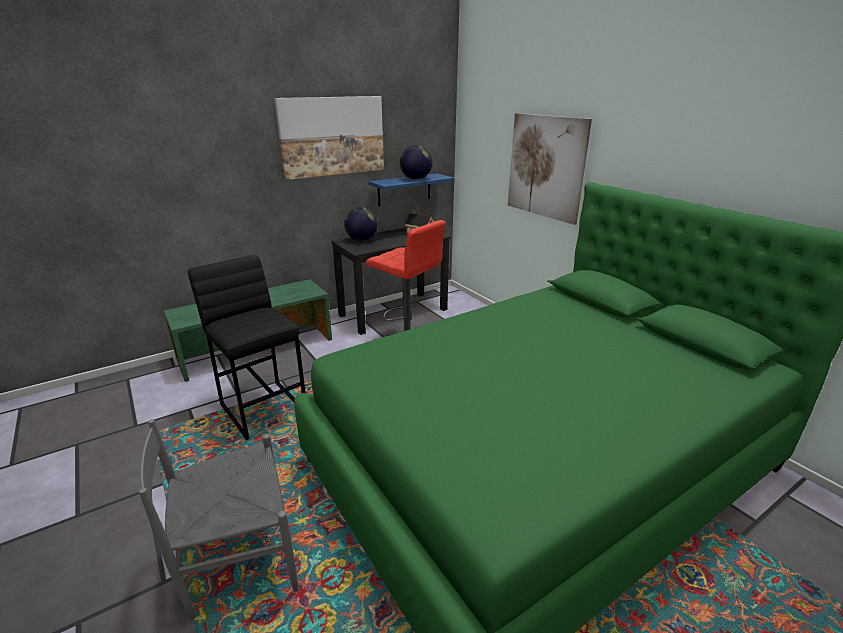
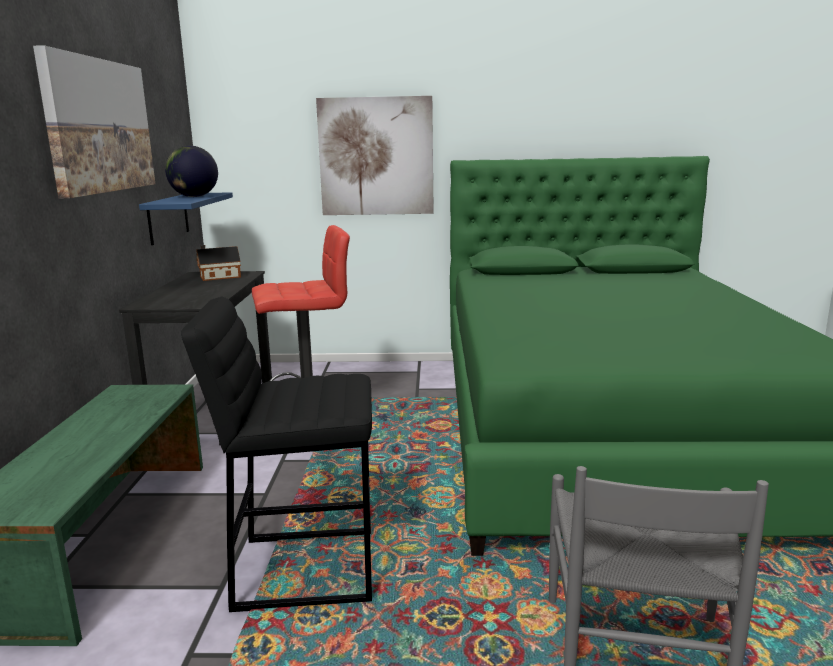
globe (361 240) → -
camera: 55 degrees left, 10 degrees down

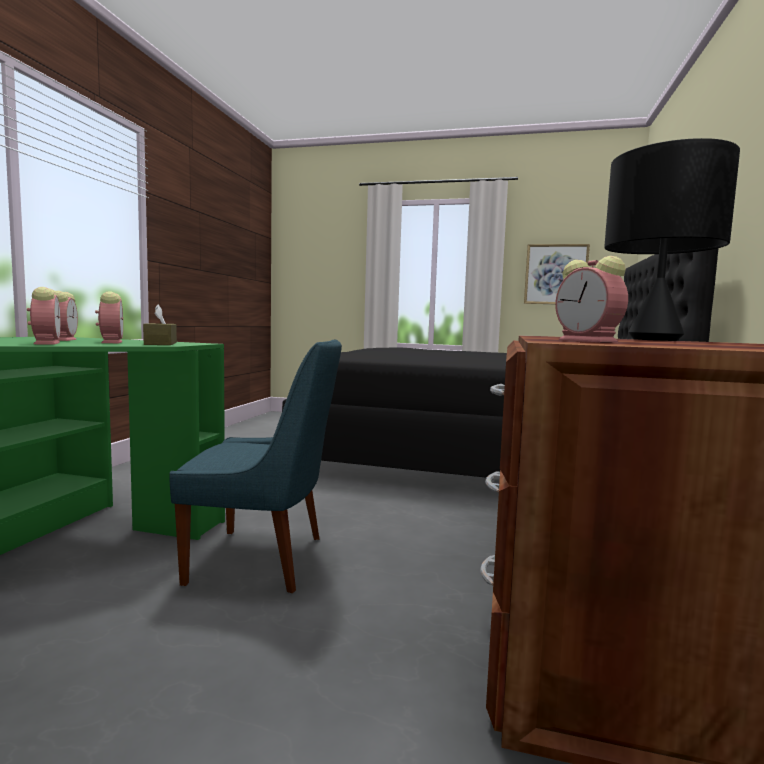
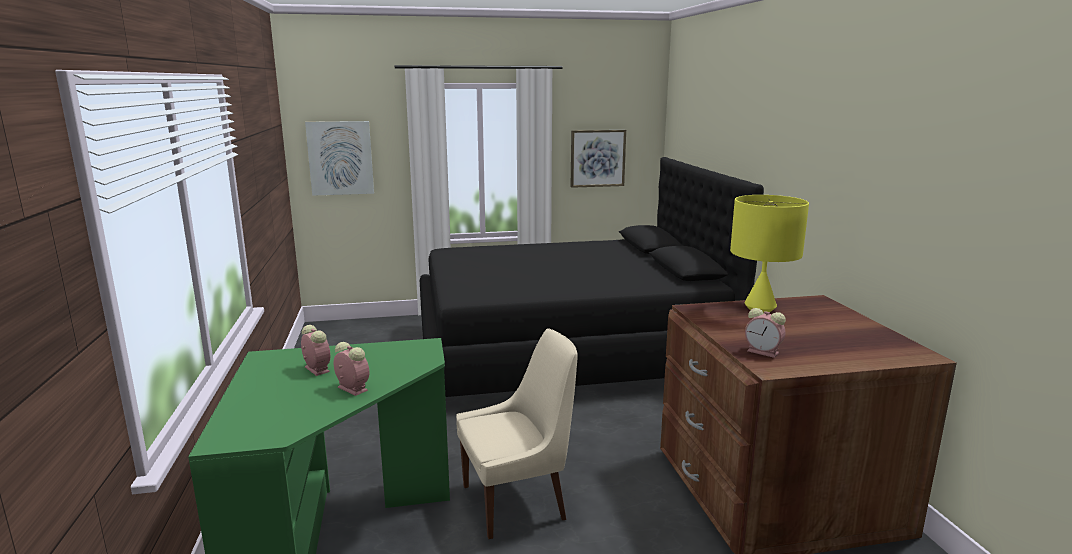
- → picture (340 158)
blue chair (263 560) → beige chair (518 501)
black table lamp (655 340) → yellow table lamp (760 308)
alarm clock (111 342) → -
brown tissue box (161 344) → -
camera: 25 degrees left, 10 degrees up

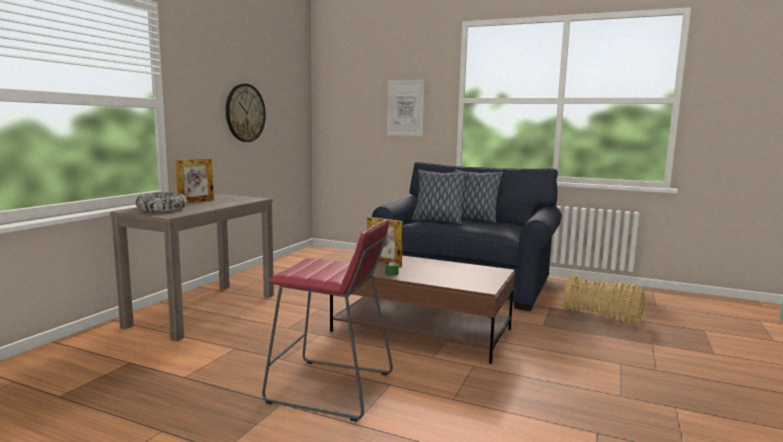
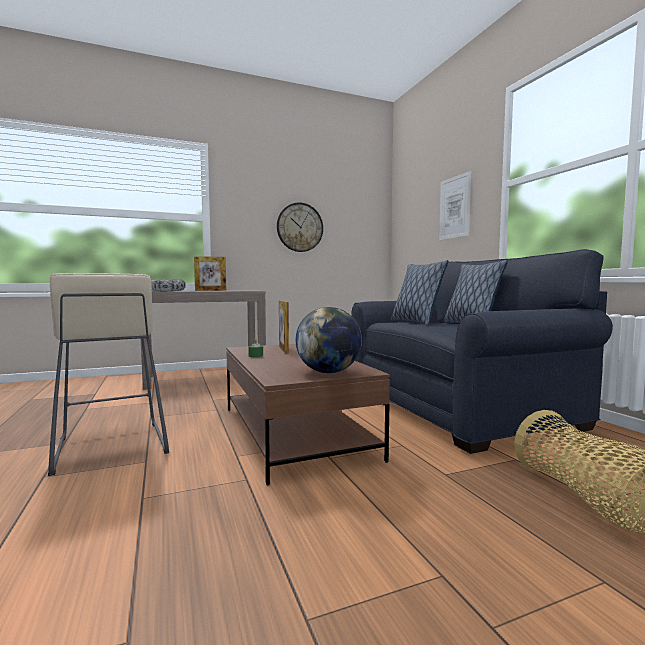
red stool (331 388) → beige stool (111 446)
- → globe (328 372)
camera: 45 degrees right, 5 degrees down

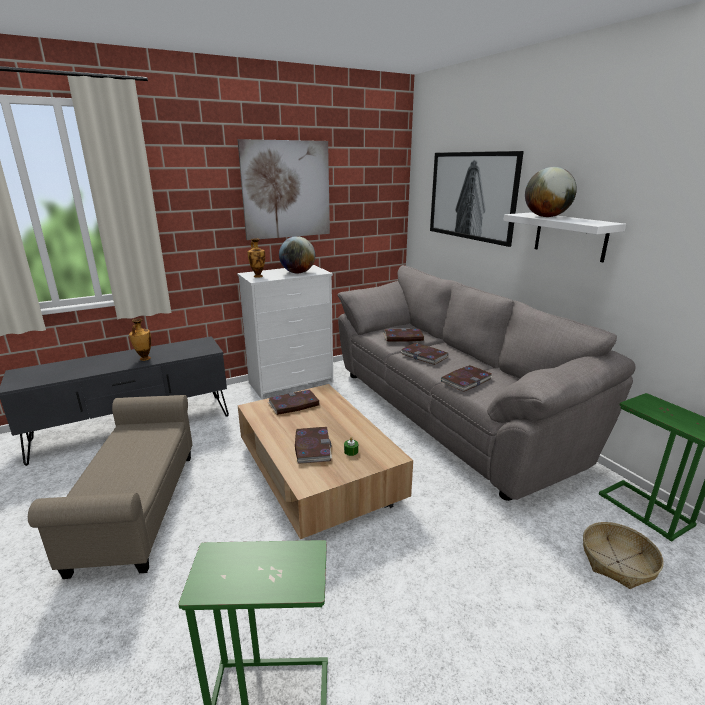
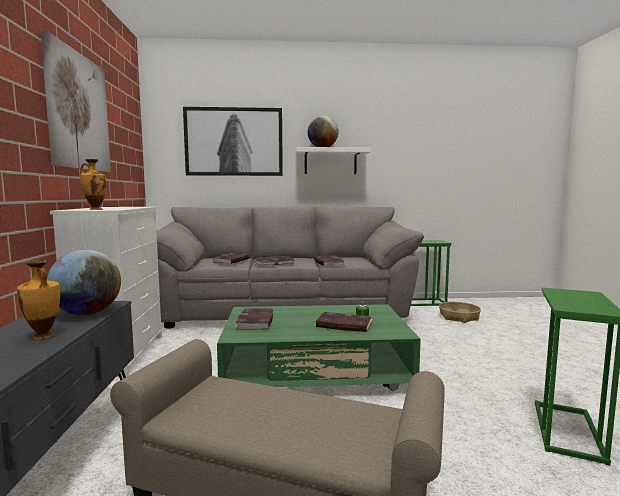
globe (298 272) → globe (87 313), relocated
brown coffee table (318 473) → green coffee table (315 371)
camera: 65 degrees left, 15 degrees down

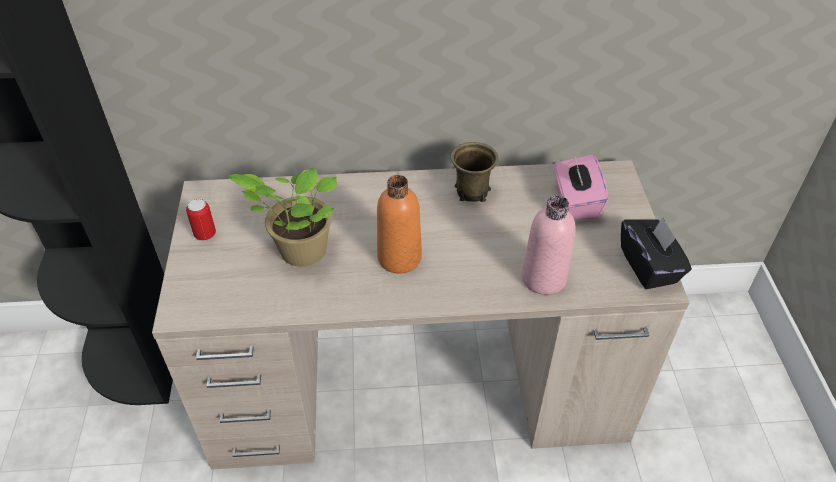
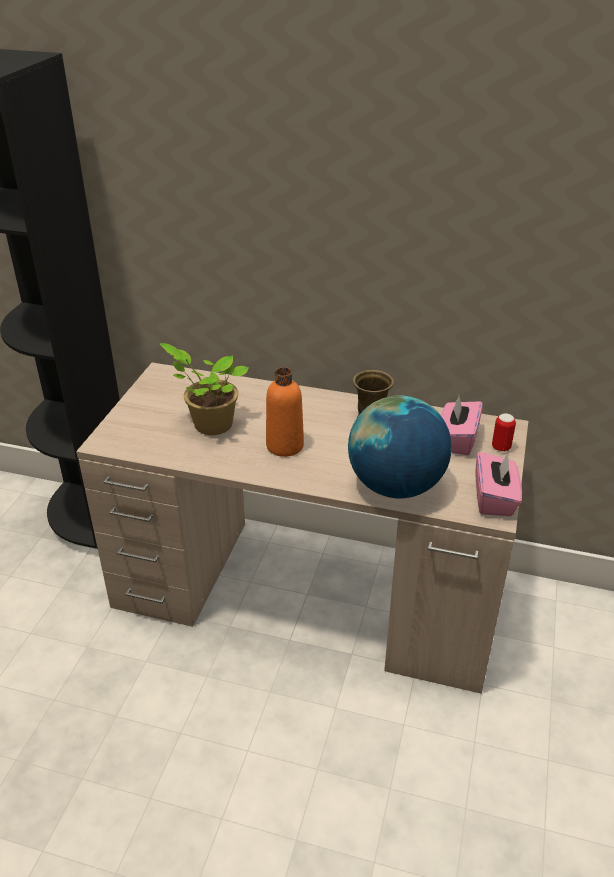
pink bottle (544 278) → globe (395 486)
black tissue box (649 266) → pink tissue box (494 499)
can (205 235) → can (501 447), relocated
camera: 20 degrees right, 10 degrees down

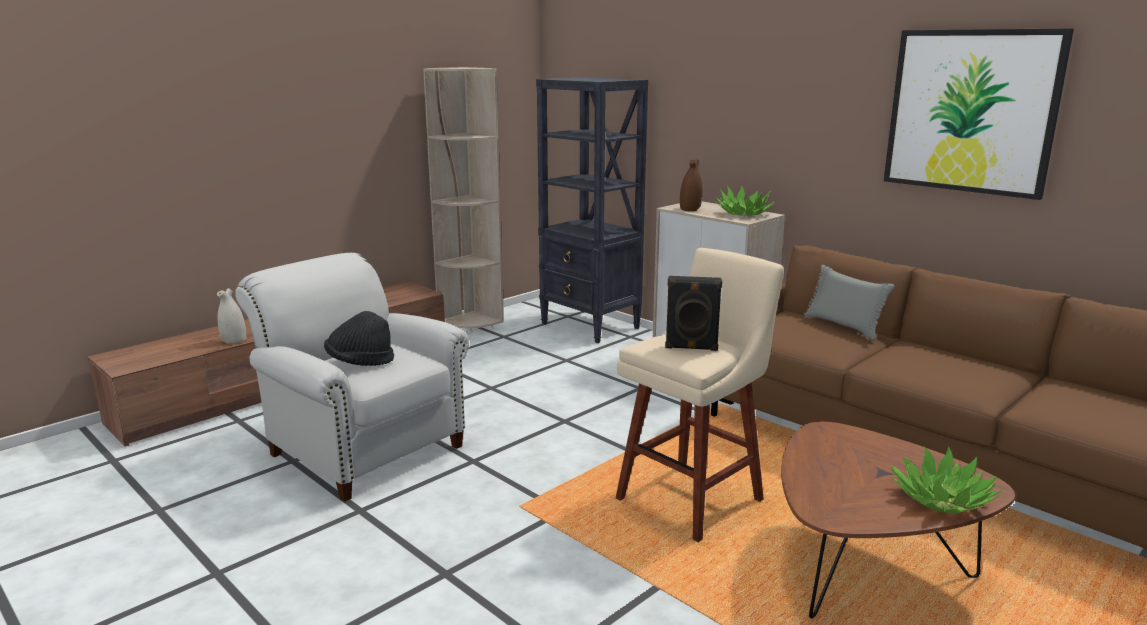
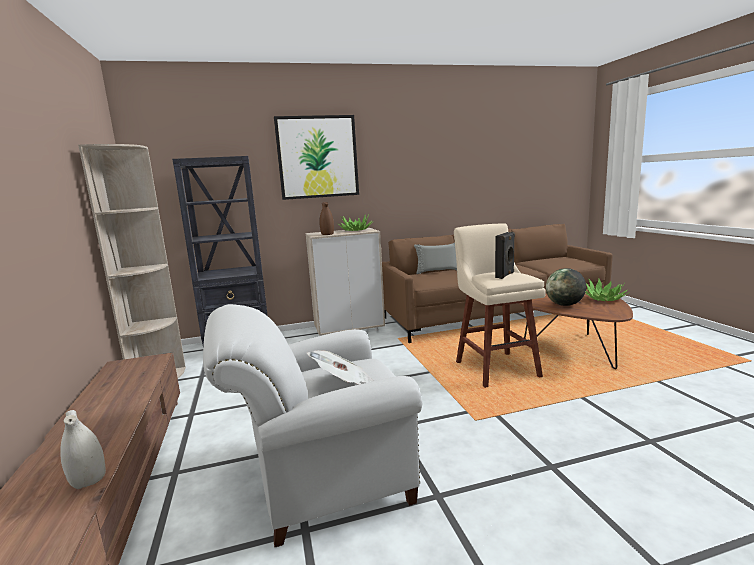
picture (971 111) → picture (317 157), relocated
black hat (360 362) → newspaper (344 384)
- → globe (564 305)
camera: 60 degrees left, 5 degrees down

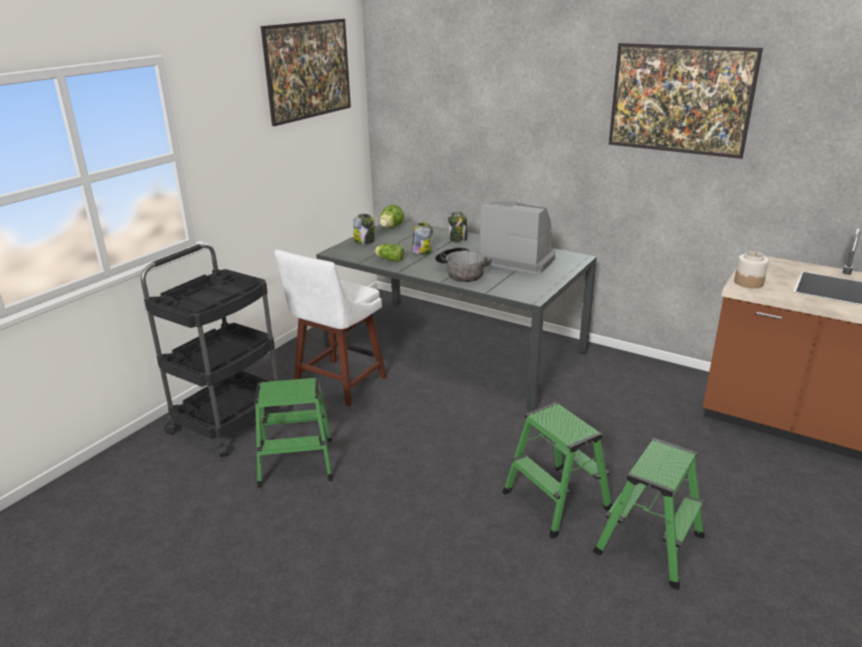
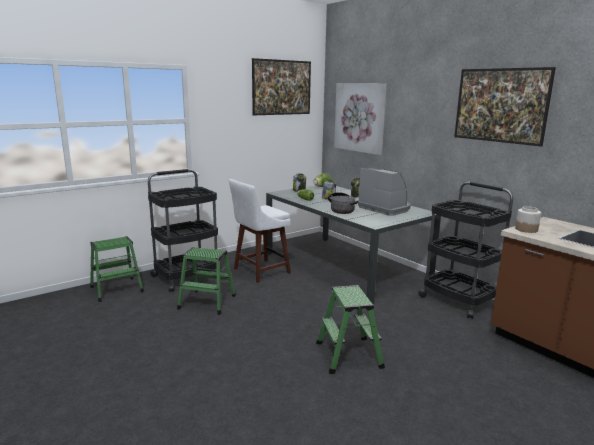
green step ladder (649 543) → green step ladder (117 289), relocated
- → picture (359 117)
- → black cart (458 300)
camera: 20 degrees right, 10 degrees down

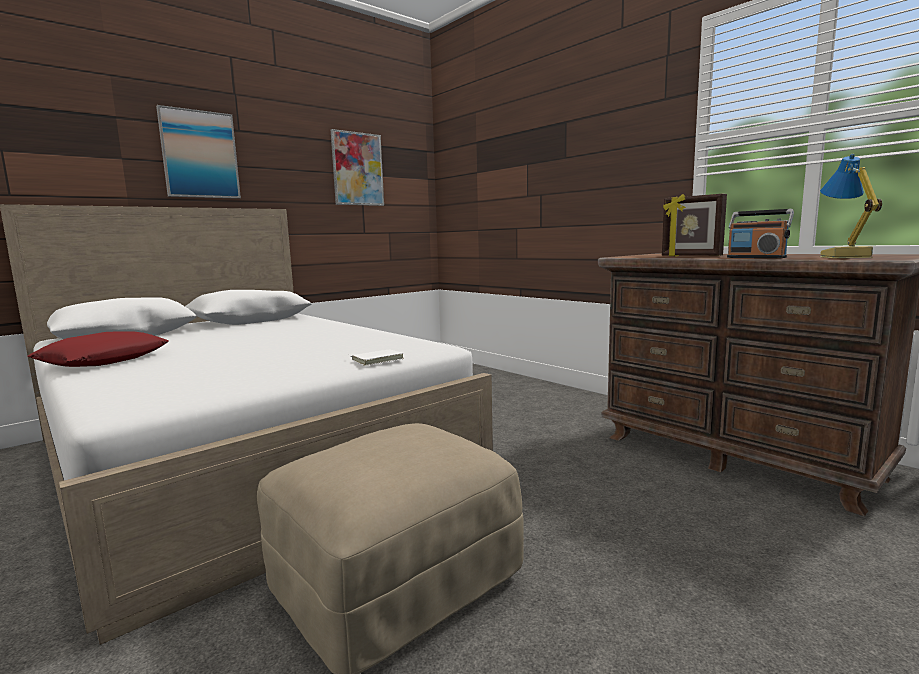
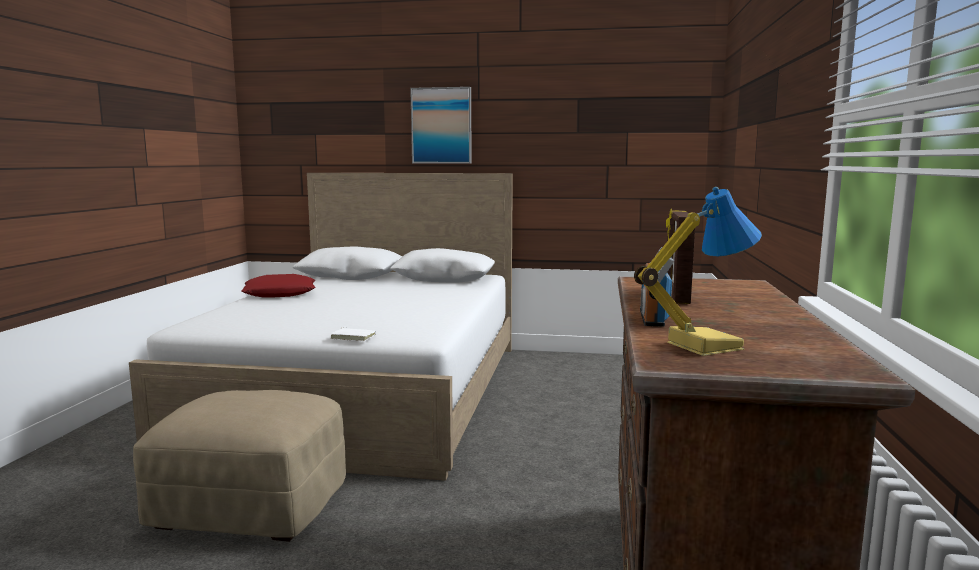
picture (357 169) → -
camera: 50 degrees right, 0 degrees up

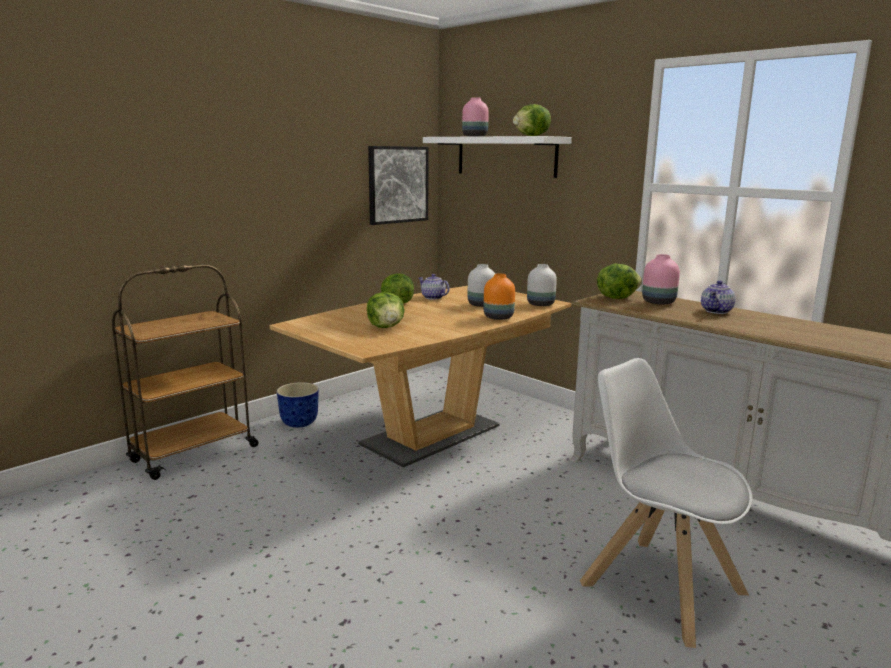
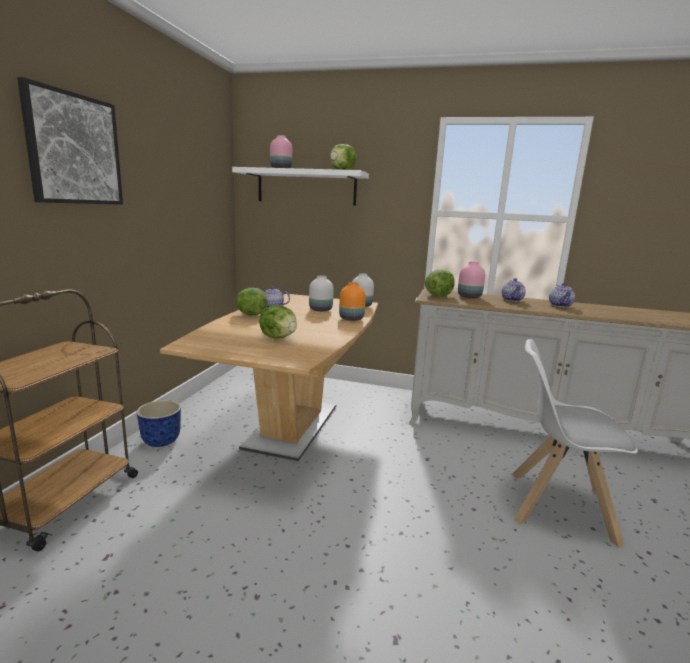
picture (398 184) → picture (74 149), relocated
- → teapot (560 305)
camera: 30 degrees left, 0 degrees up

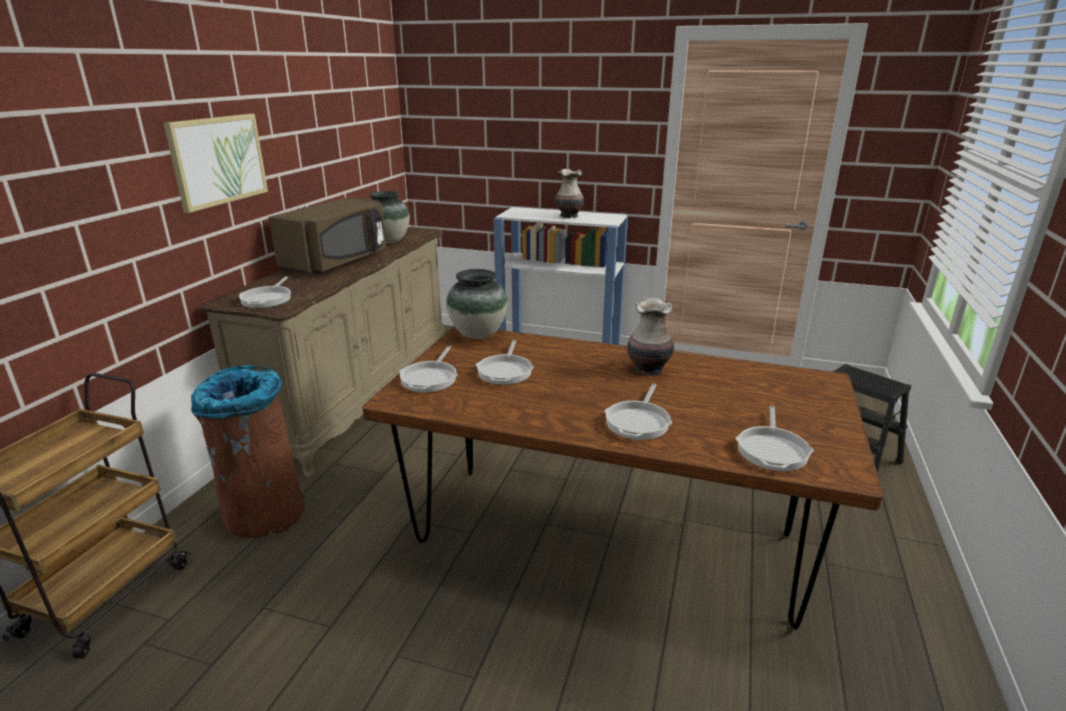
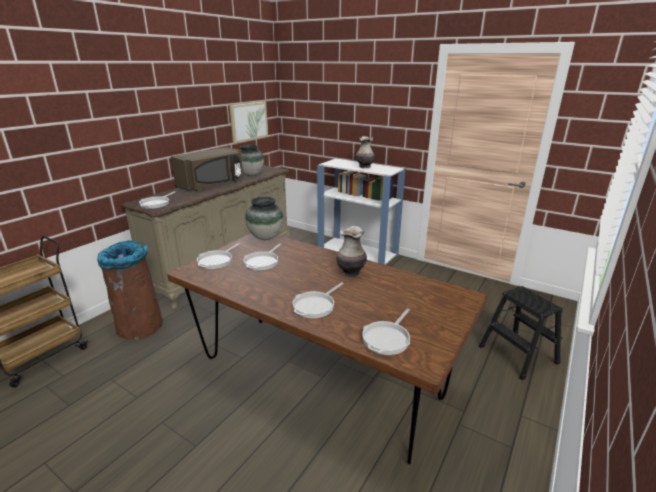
picture (218 160) → picture (248 121), relocated
camera: 15 degrees right, 0 degrees up

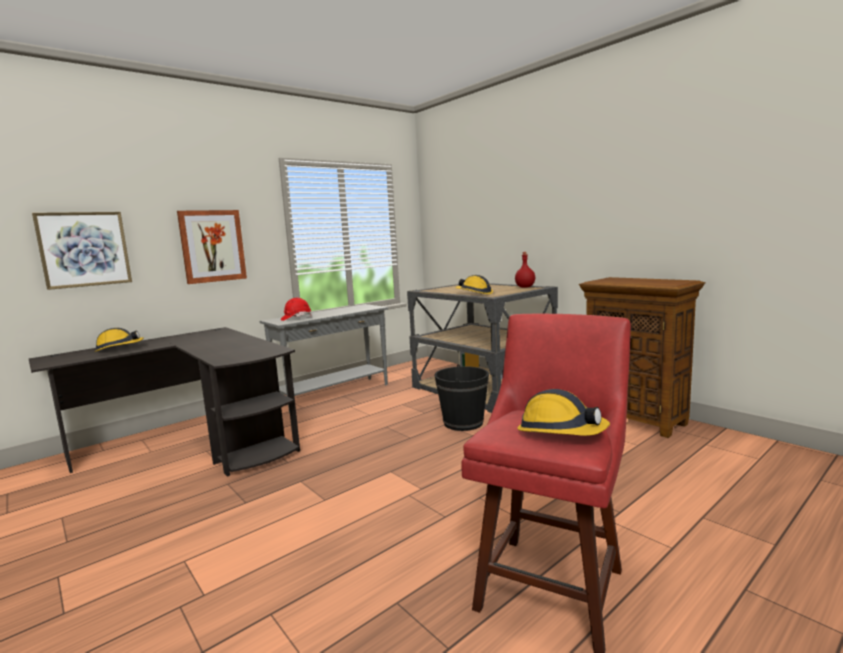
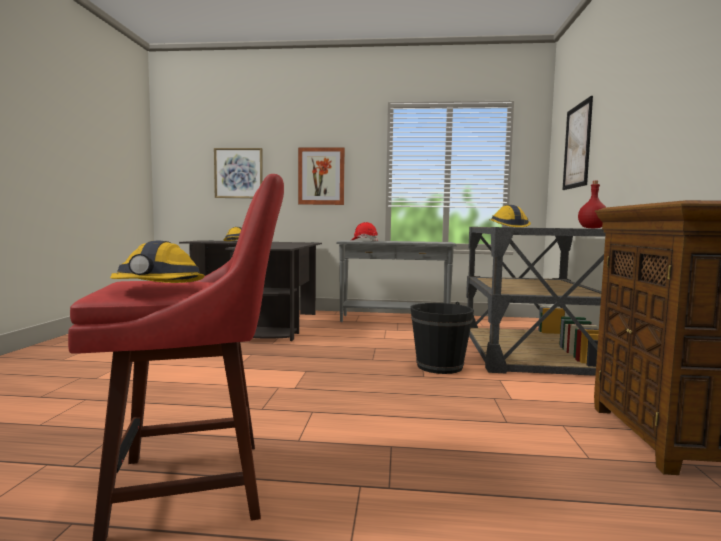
- → picture (577 146)
camera: 45 degrees right, 5 degrees down

